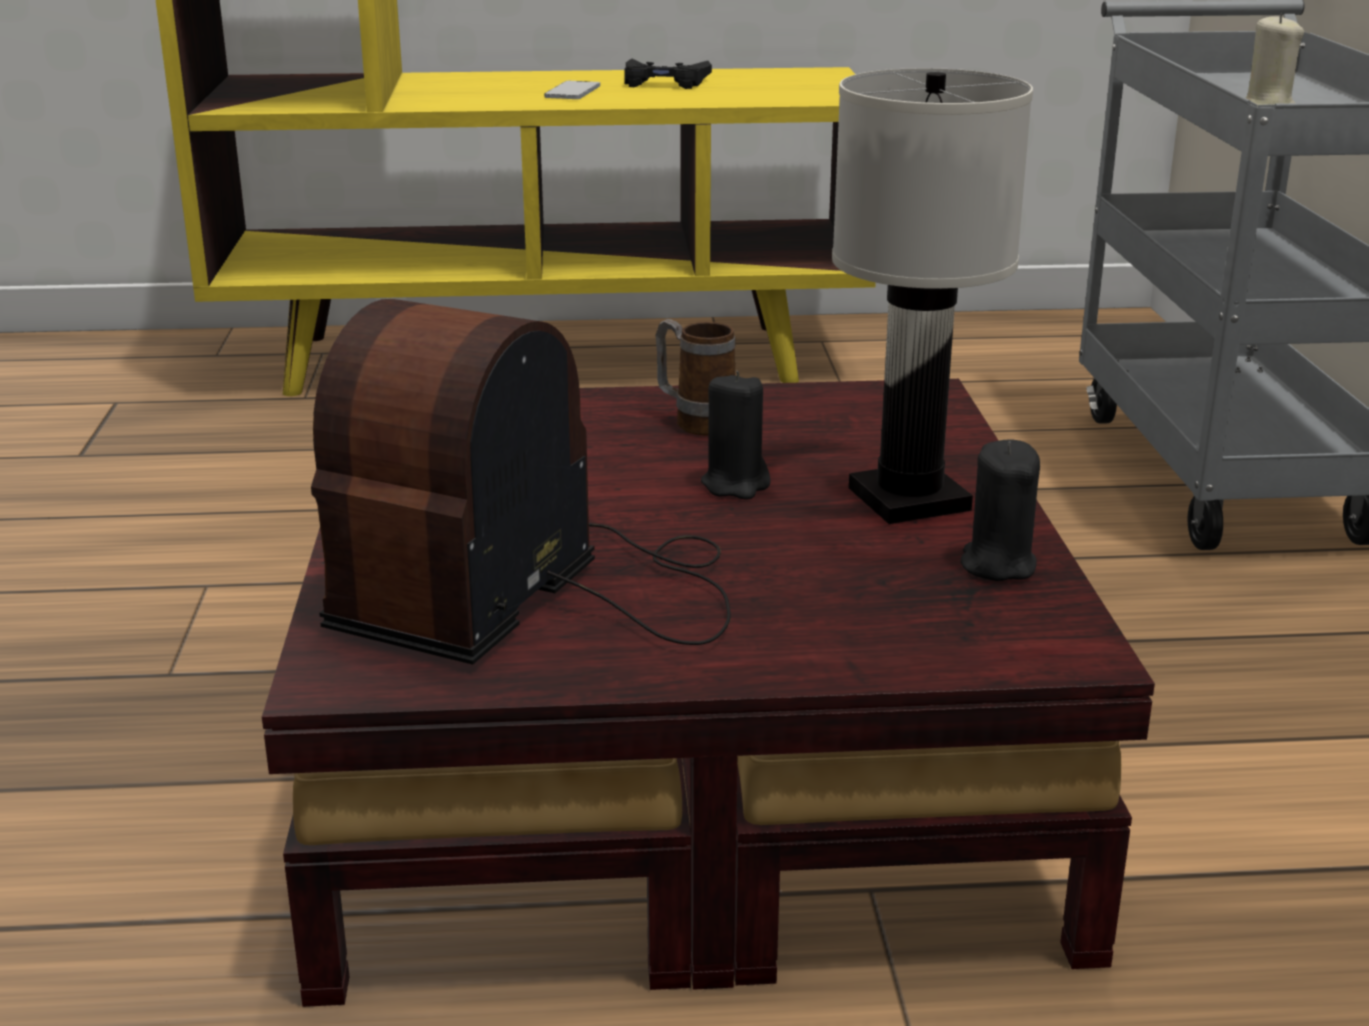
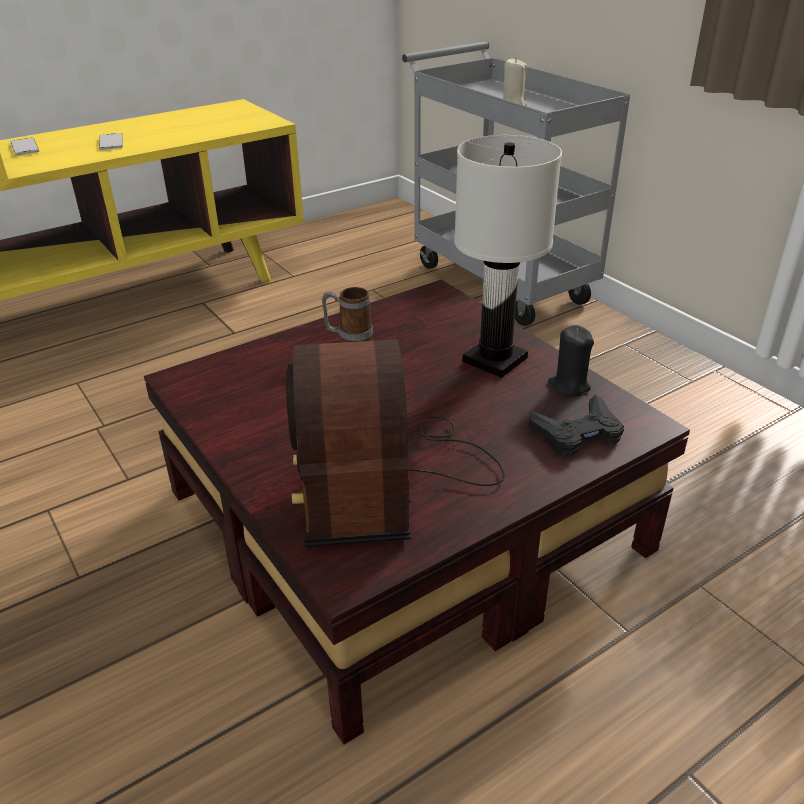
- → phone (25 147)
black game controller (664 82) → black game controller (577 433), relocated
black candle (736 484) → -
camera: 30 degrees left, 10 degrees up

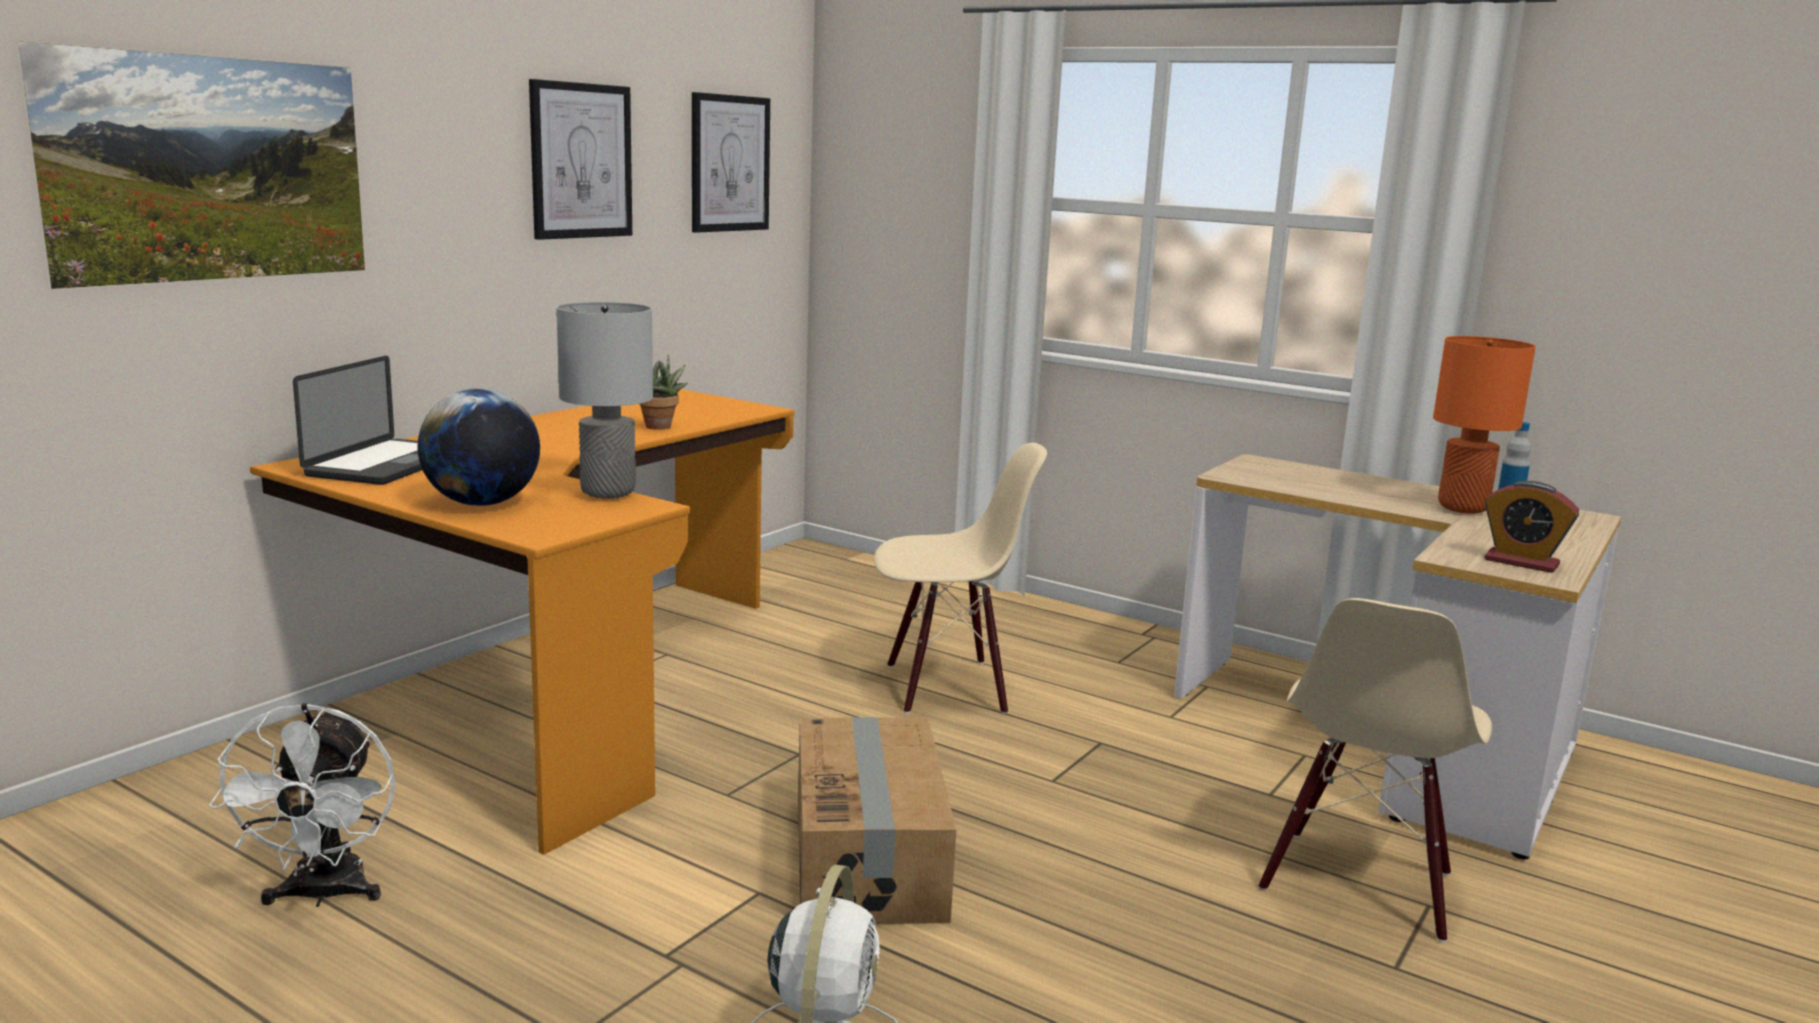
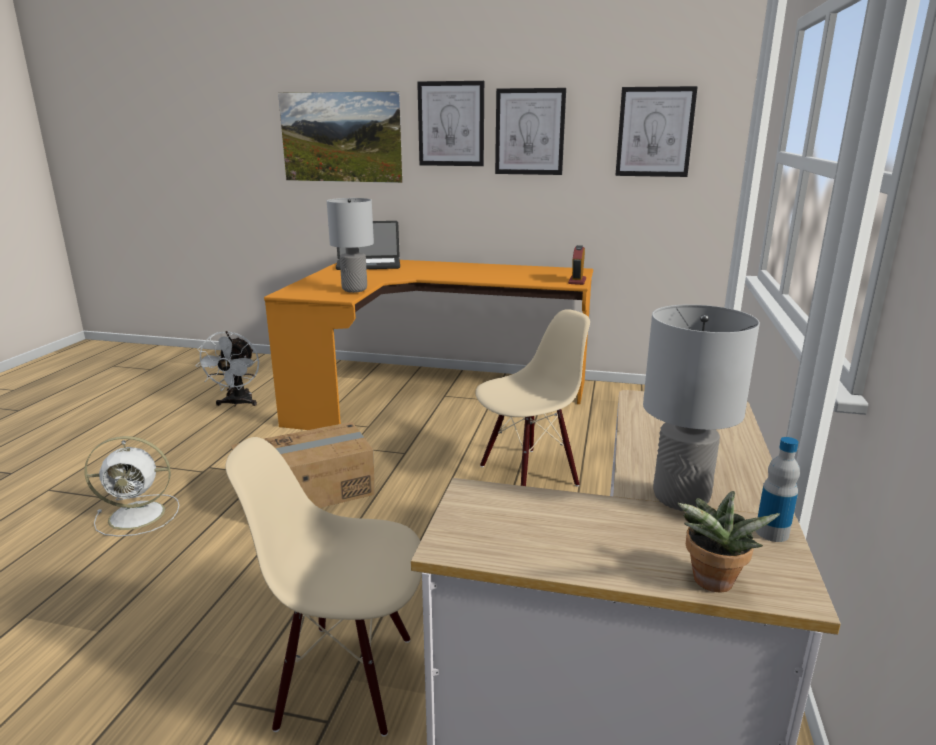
white fan (323 895) → white fan (237 403), 60 degrees counterclockwise
- → picture (451 124)
beige chair (947 687) → beige chair (528 474), 90 degrees counterclockwise
alarm clock (1521 562) → alarm clock (577 281), relocated
orange table lamp (1461 510) → grey table lamp (680 501)
potted plant (660 427) → potted plant (712 584), relocated
globe (482 503) → -
camera: 70 degrees right, 5 degrees up

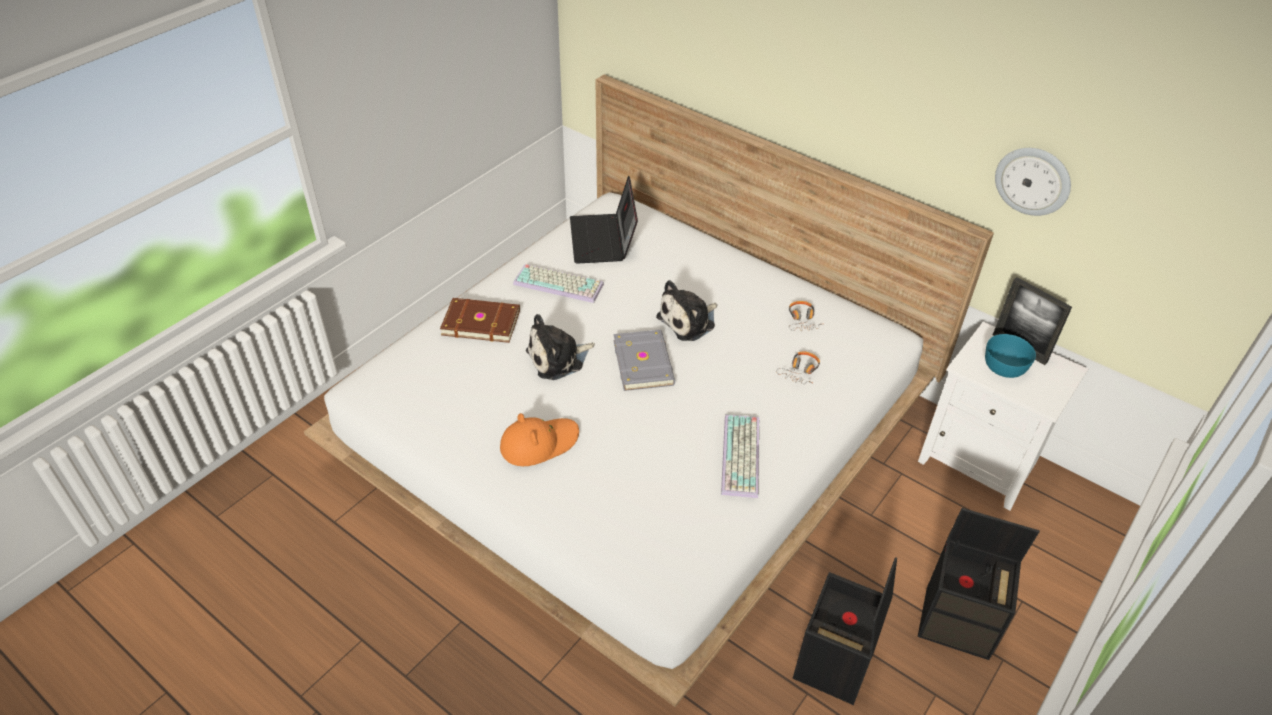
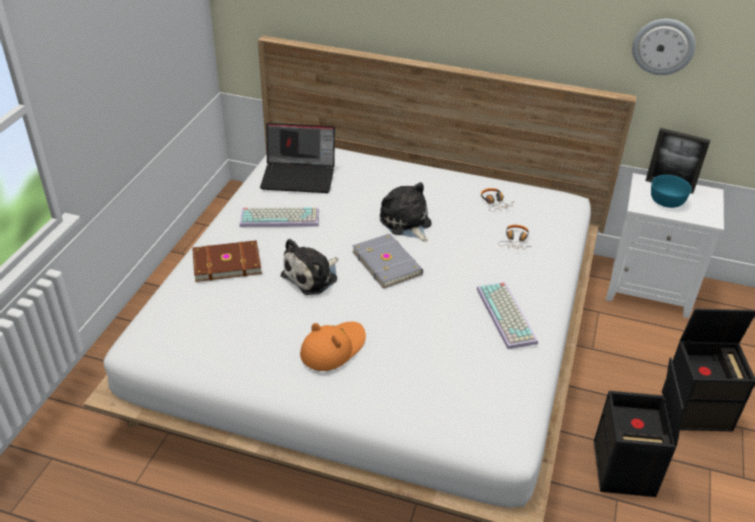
laptop (603 240) → laptop (299 176), 60 degrees counterclockwise
plush toy (689 321) → plush toy (406 223), 120 degrees clockwise
camera: 20 degrees left, 5 degrees down

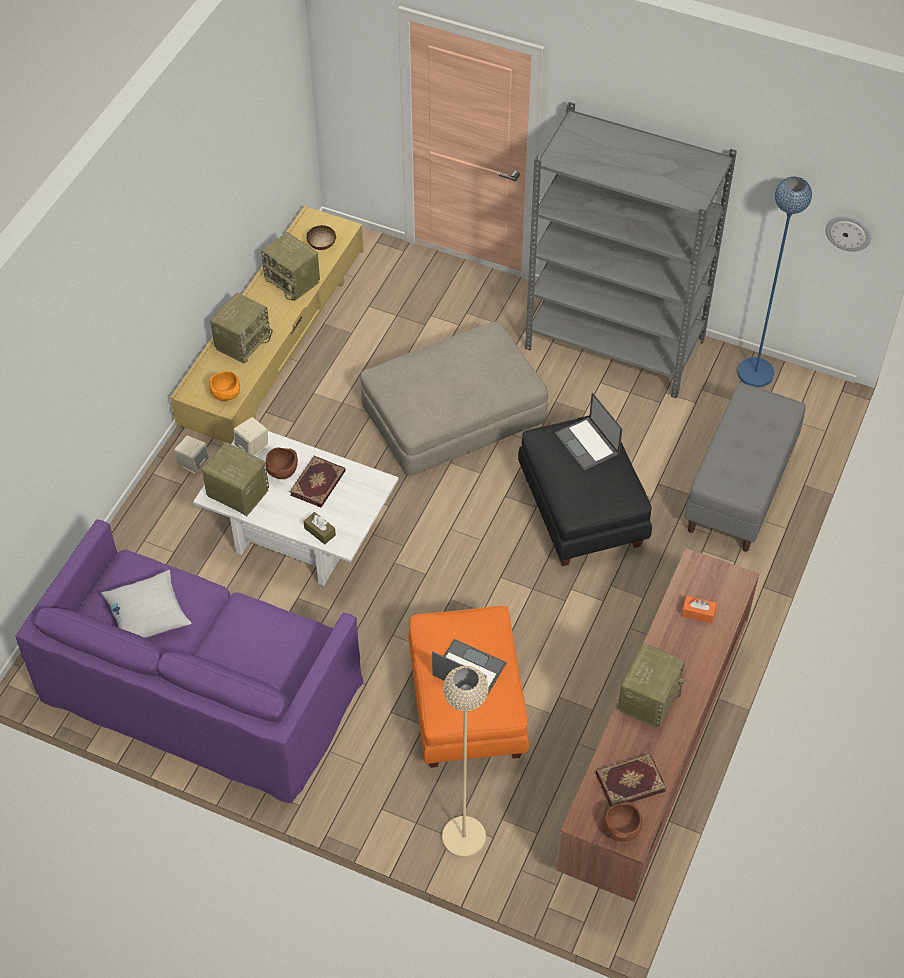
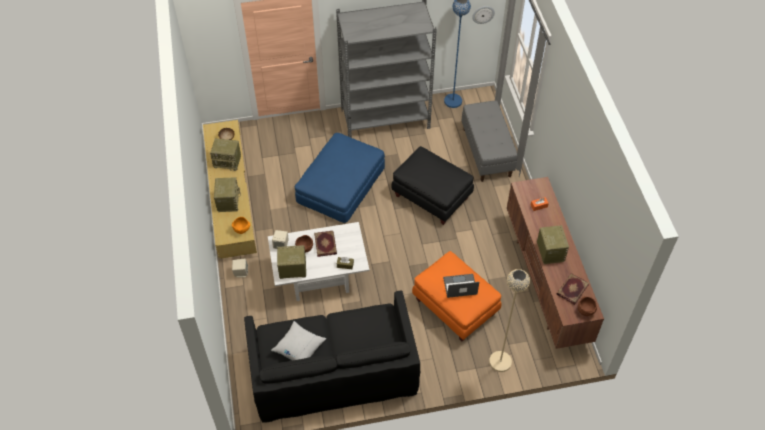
purple sofa (201 688) → black sofa (333 370)
beige ottoman (453 411) → blue ottoman (340 184)
laptop (587 444) → -
camera: 35 degrees left, 0 degrees up

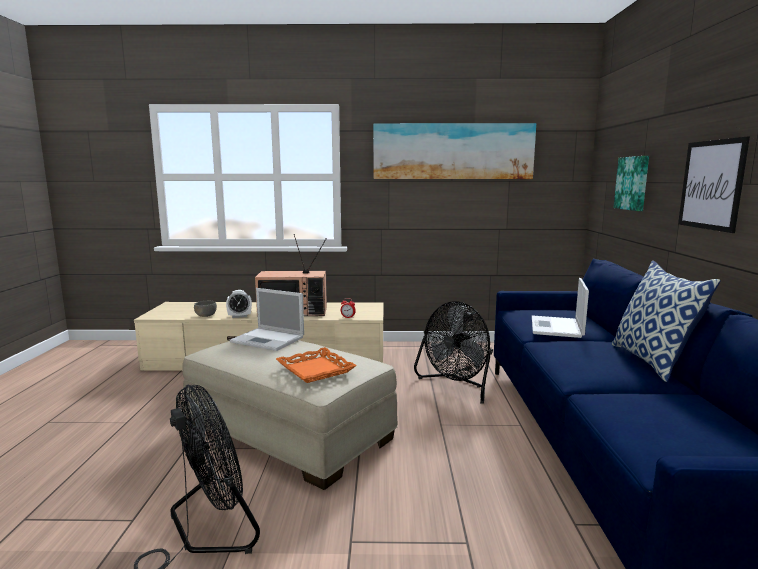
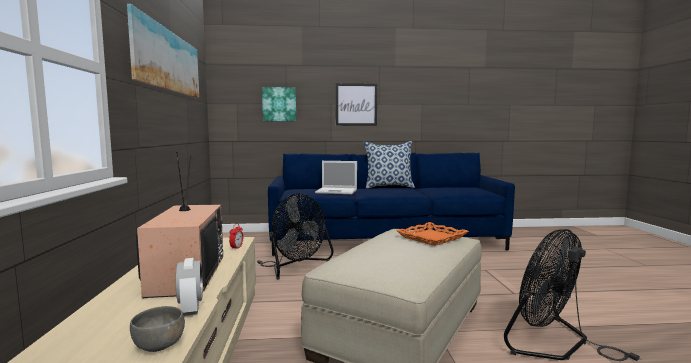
laptop (269 339) → -
camera: 95 degrees left, 5 degrees down

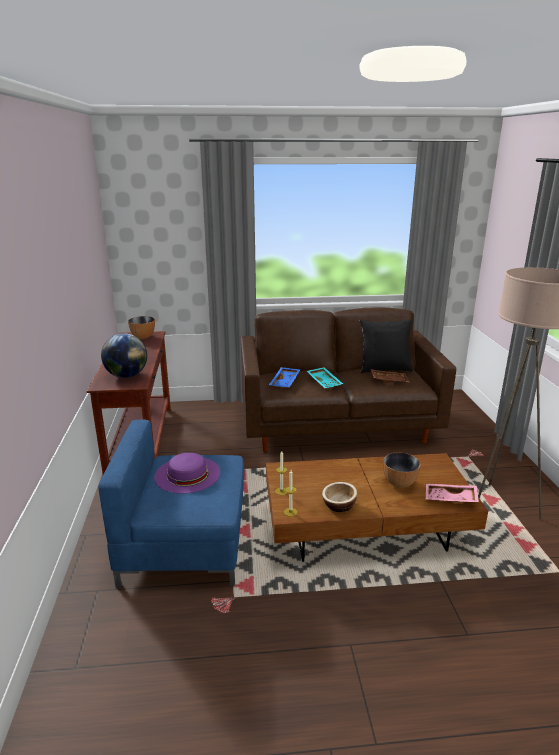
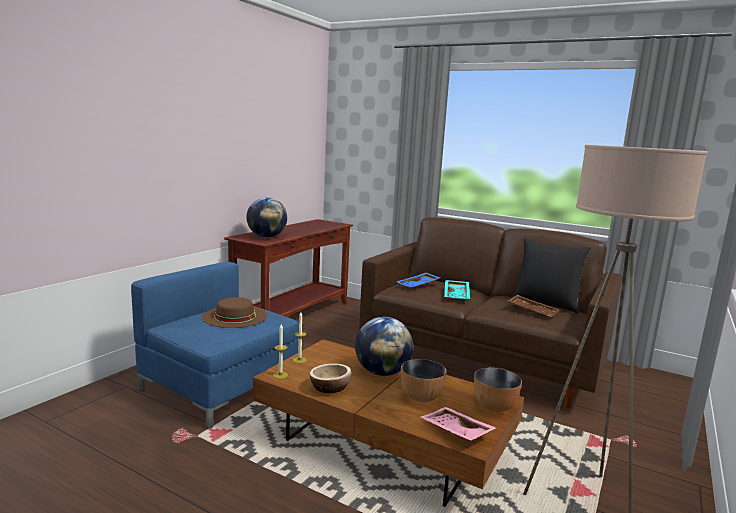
purple hat (187 474) → brown hat (235 316)
- → globe (382 372)
bowl (143 337) → bowl (494 407), relocated
camera: 35 degrees right, 10 degrees down

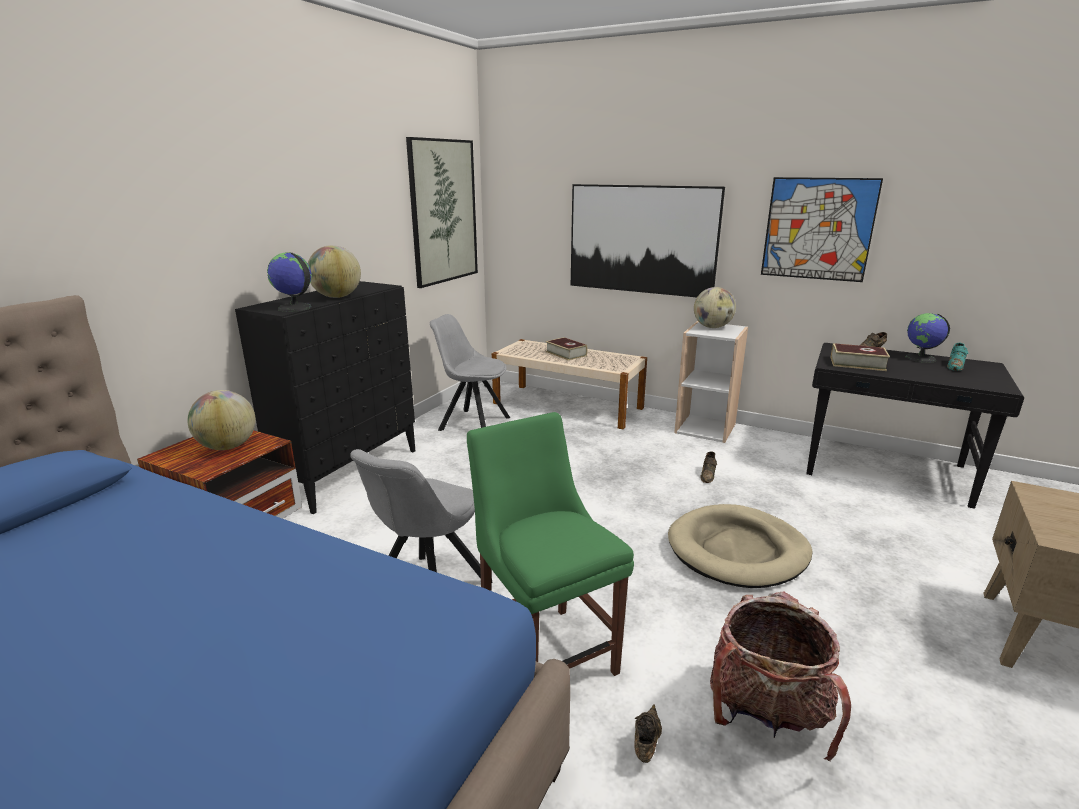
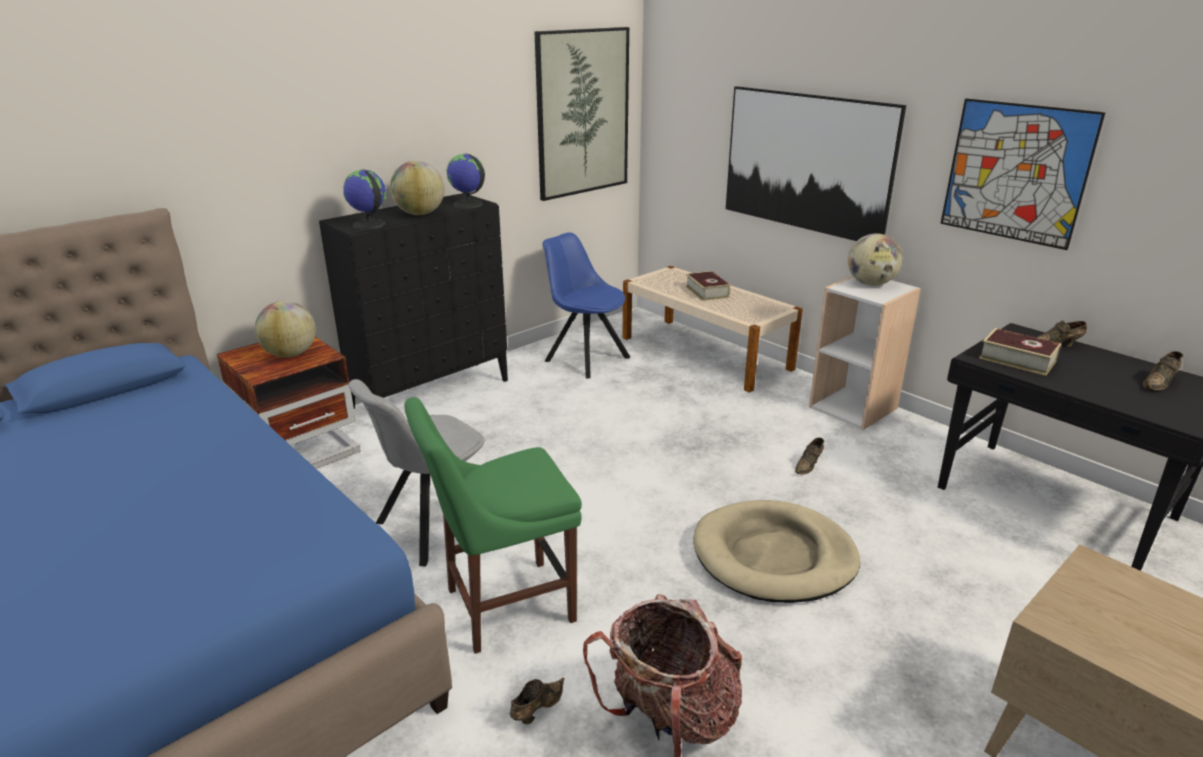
green chair (546 651) → green chair (503 606), 105 degrees counterclockwise
globe (921 358) → globe (467 204), relocated
grey chair (473 423) → blue chair (585 358)
turquoise shoe (955 366) → brown shoe (1160 383)
camera: 20 degrees right, 5 degrees up

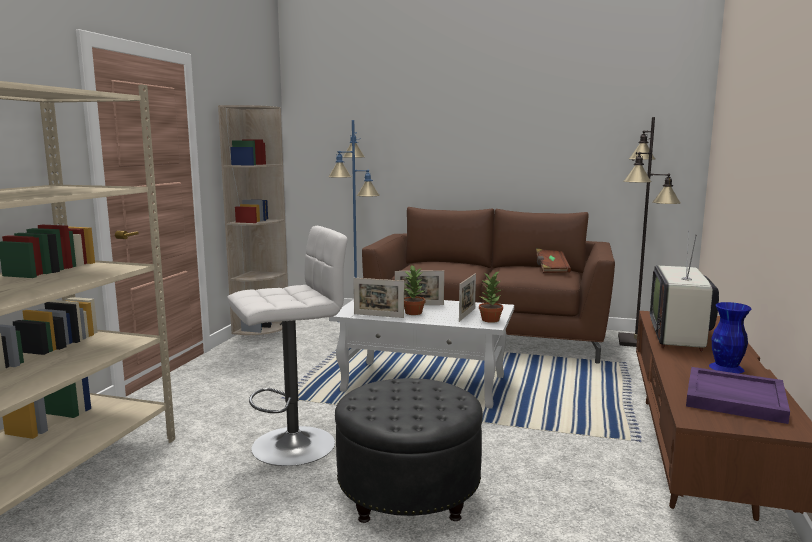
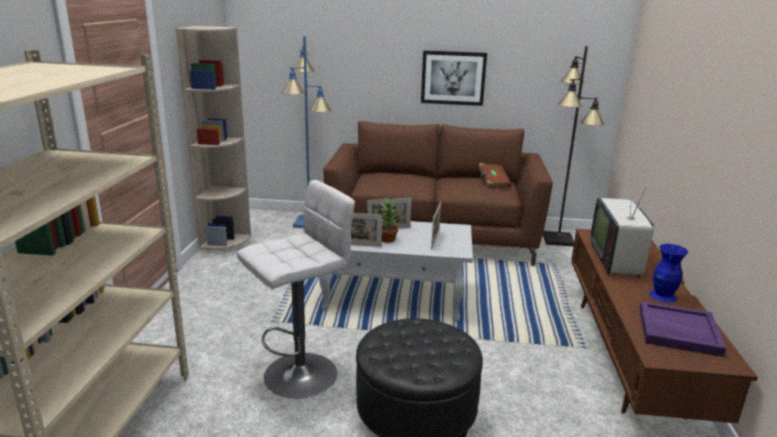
- → picture (453 78)
potted plant (491 320) → -
camera: 10 degrees left, 10 degrees up

